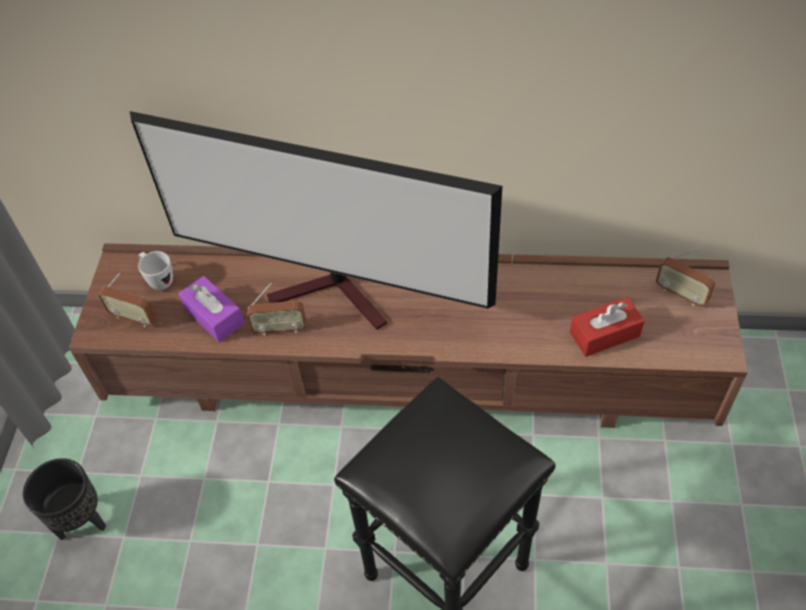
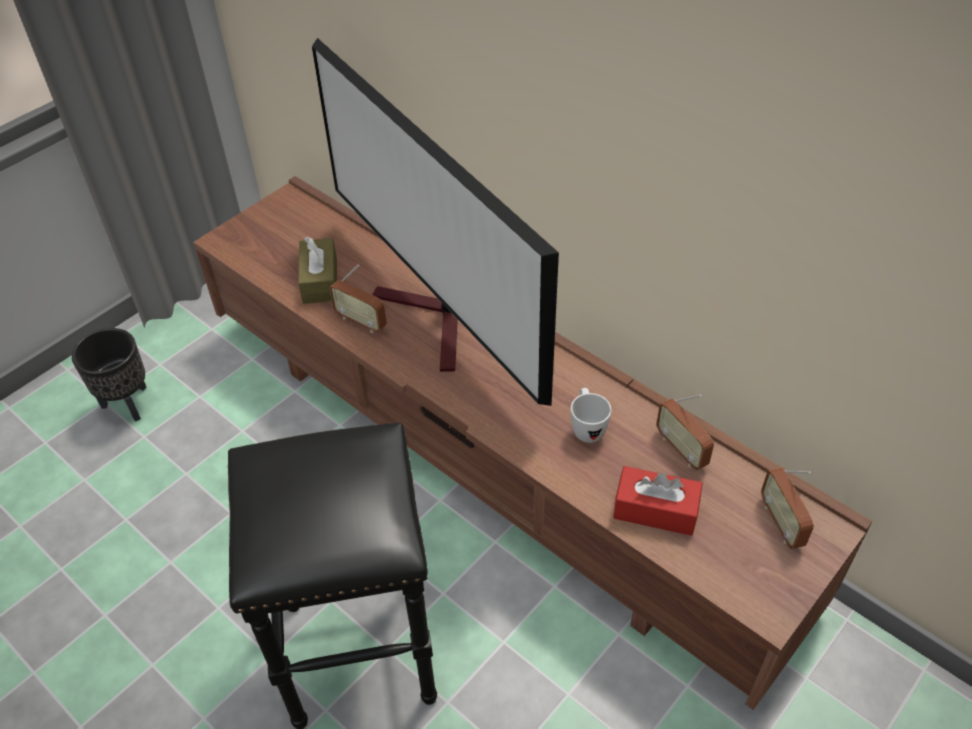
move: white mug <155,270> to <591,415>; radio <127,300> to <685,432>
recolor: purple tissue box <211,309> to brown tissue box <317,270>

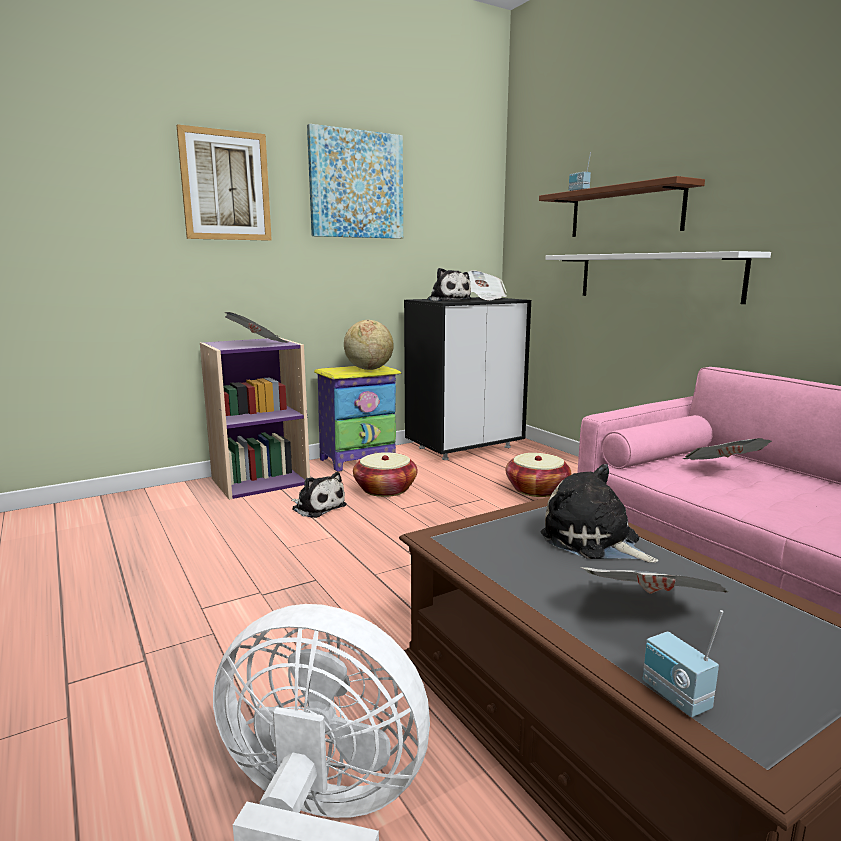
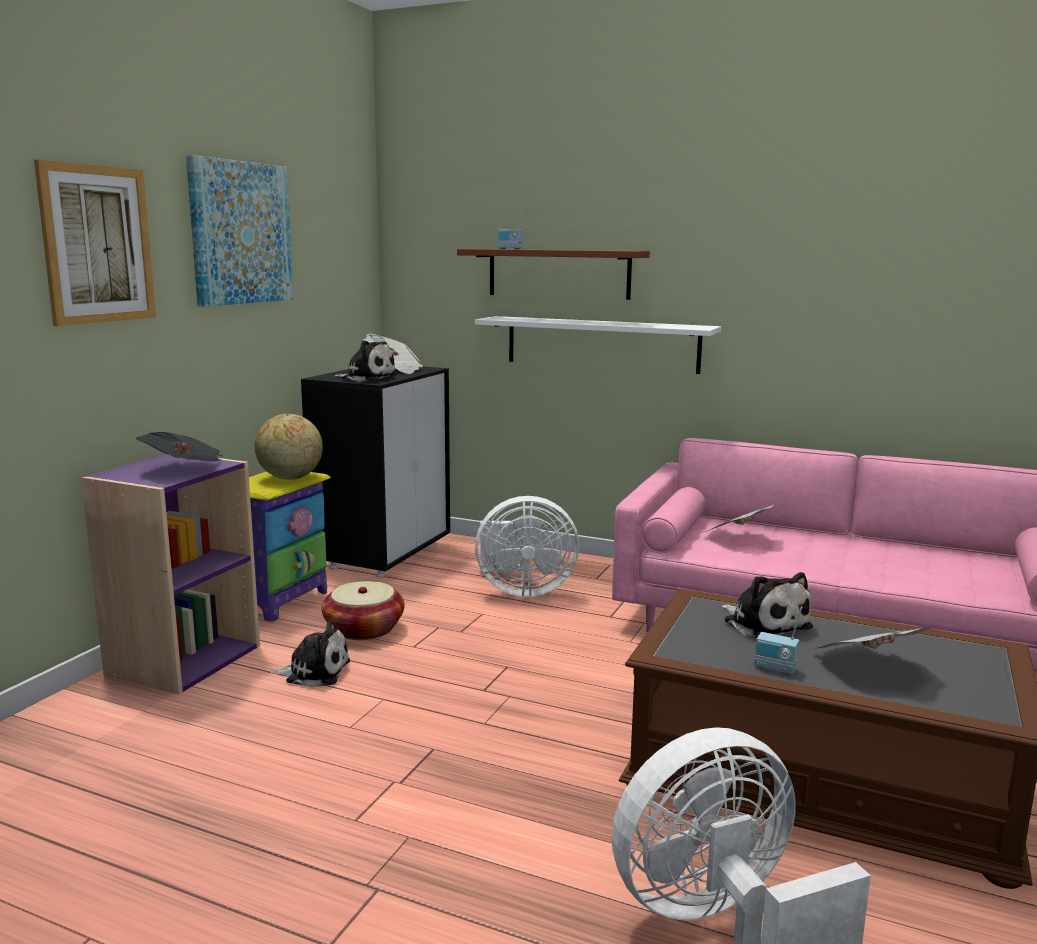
move: radio <683,663> to <778,641>
replace: basket <538,475> to white fan <527,546>
rotate: plush toy <599,513> = <767,605> 135 degrees counterclockwise

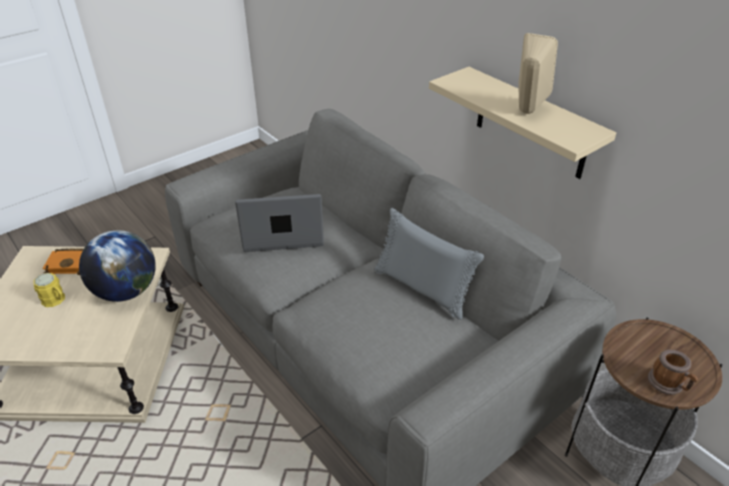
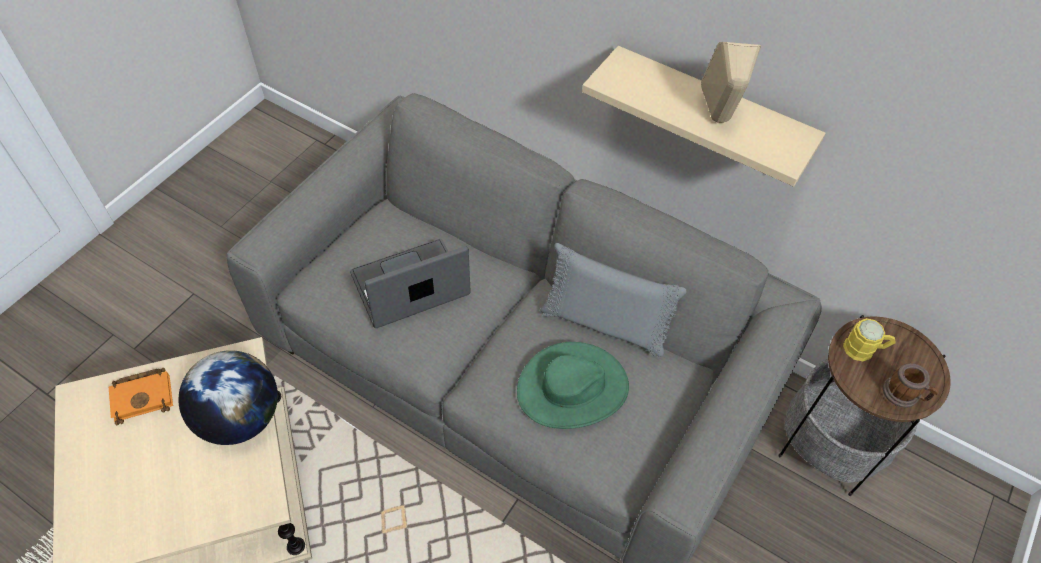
insert: green hat <573,385>
move: yellow mug <49,290> to <869,339>

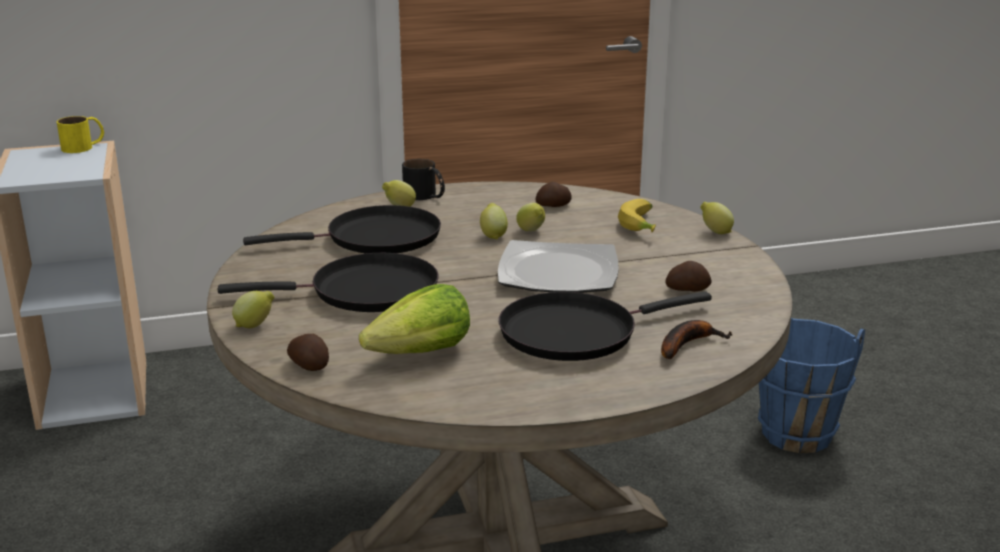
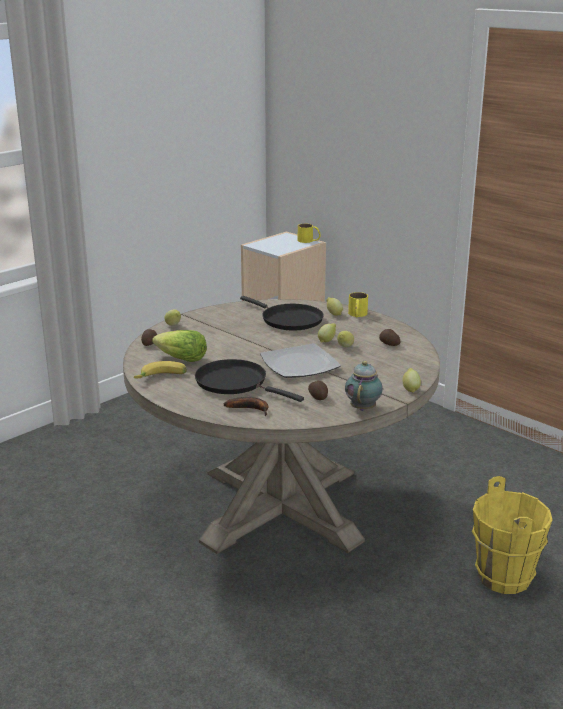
delete: black frying pan <328,282>
insert: teapot <364,386>
move: banana <637,215> to <160,369>
recolor: black mug <423,179> to yellow mug <358,305>; blue bucket <811,385> to yellow bucket <512,535>

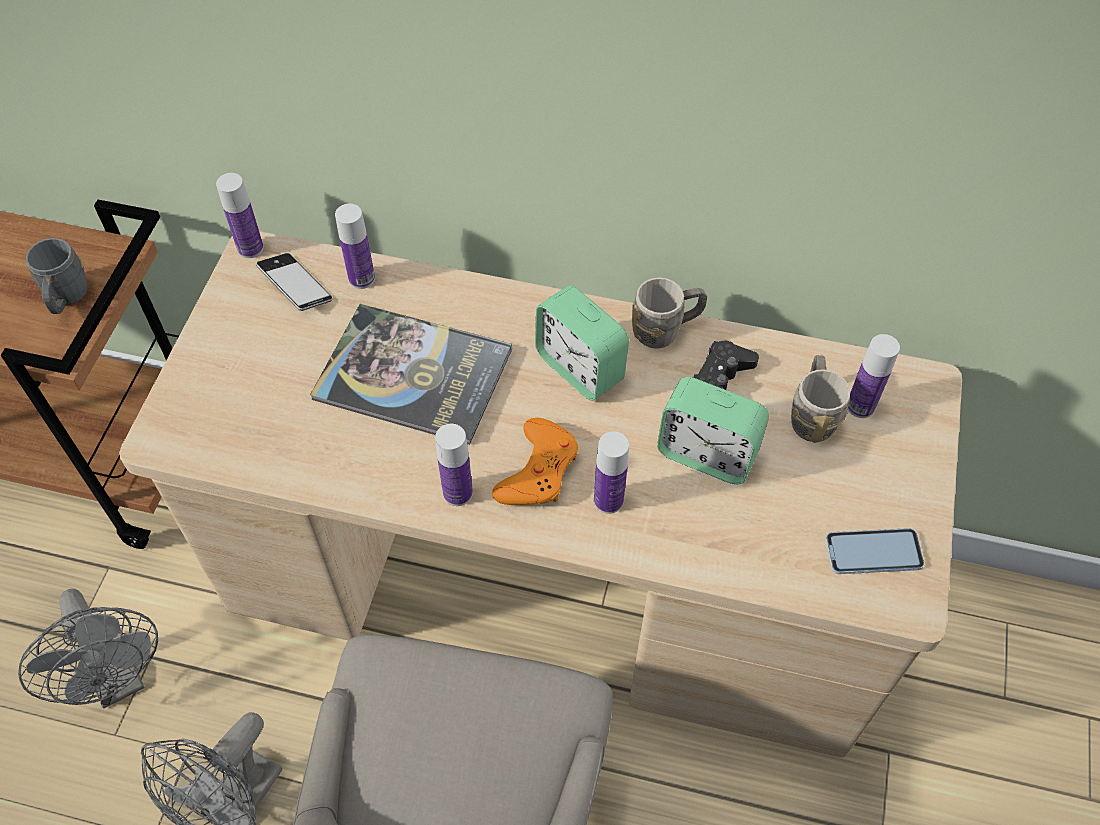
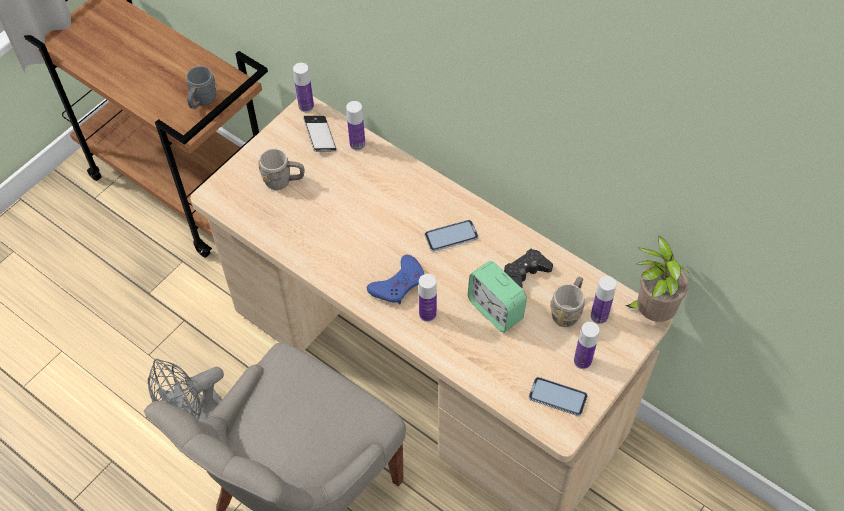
delete: book <411,374>; grey fan <88,648>
insert: potted plant <657,278>
move: grey mug <669,313> to <281,169>; bottle <454,465> to <586,345>
replace: alarm clock <582,343> to phone <451,236>
recolor: orange game controller <535,461> to blue game controller <395,279>

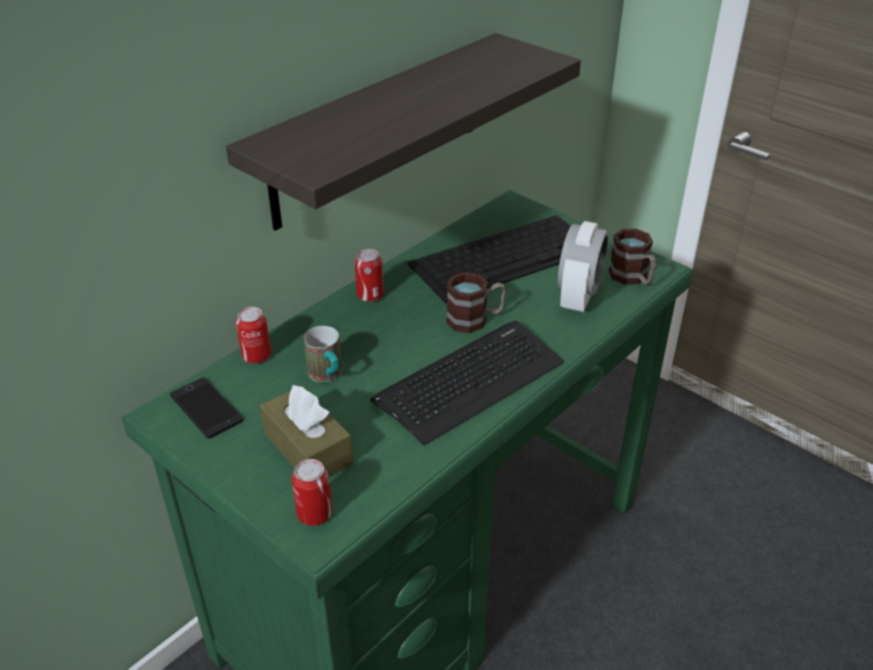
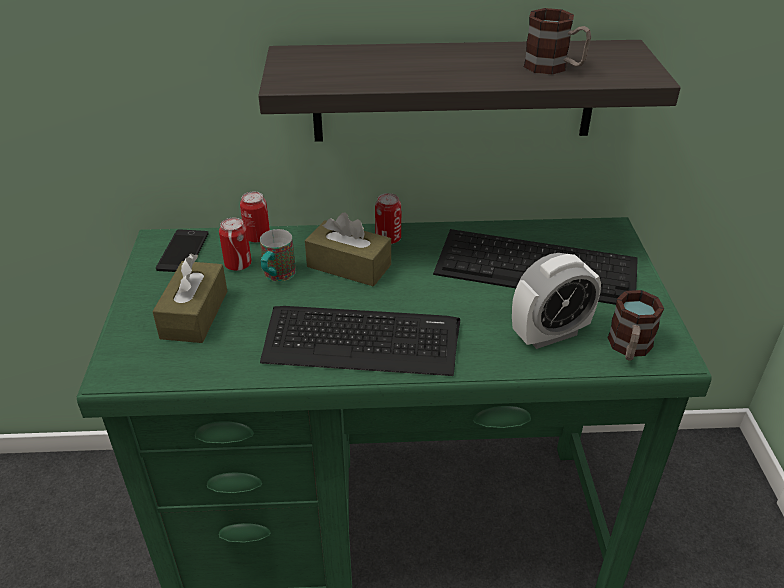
insert: brown tissue box <348,250>
move: mug <476,302> to <557,41>; can <312,492> to <235,244>

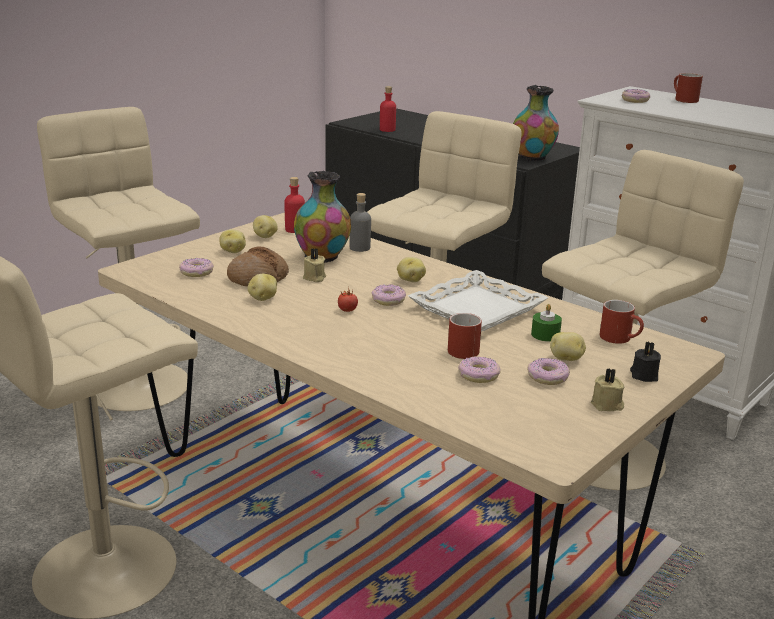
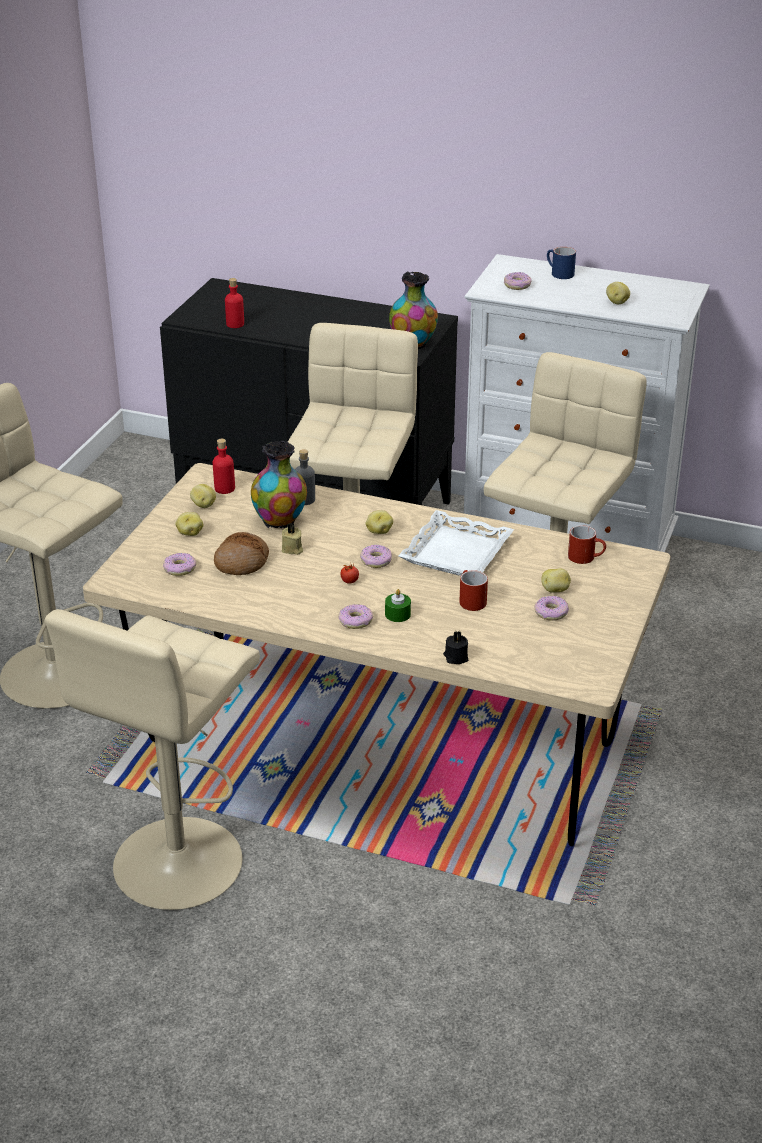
delete: beige candle <607,389>
move: potato <262,287> to <618,293>; green candle <546,323> to <398,605>; black candle <645,362> to <455,647>; donut <479,369> to <355,616>
recolor: red mug <688,88> to blue mug <561,263>

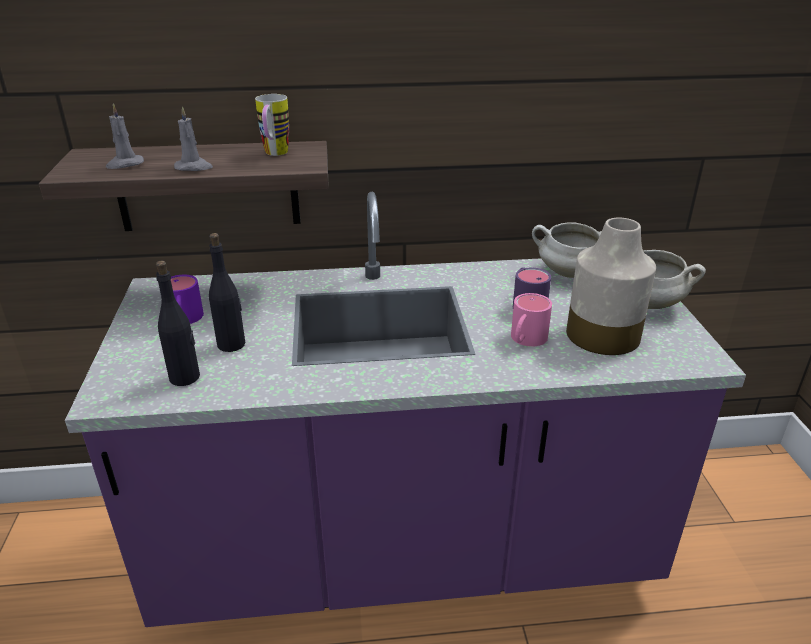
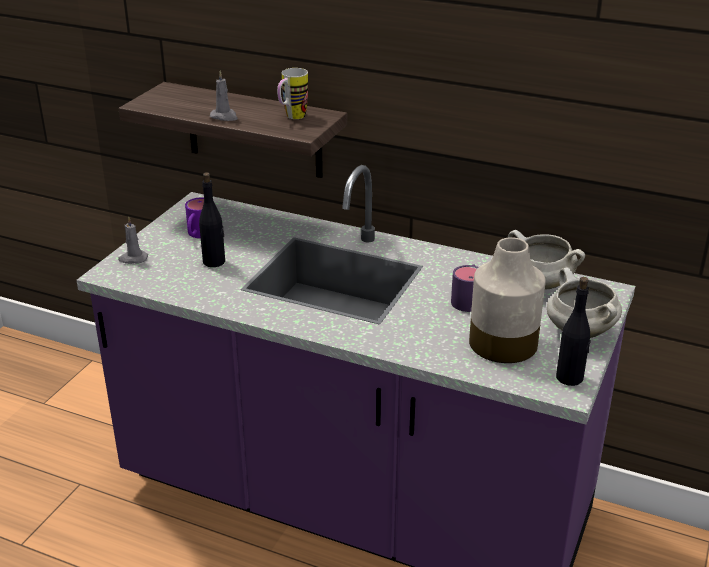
delete: pink mug <531,320>
move: grey candle <125,136> to <133,240>; black bottle <178,323> to <573,331>

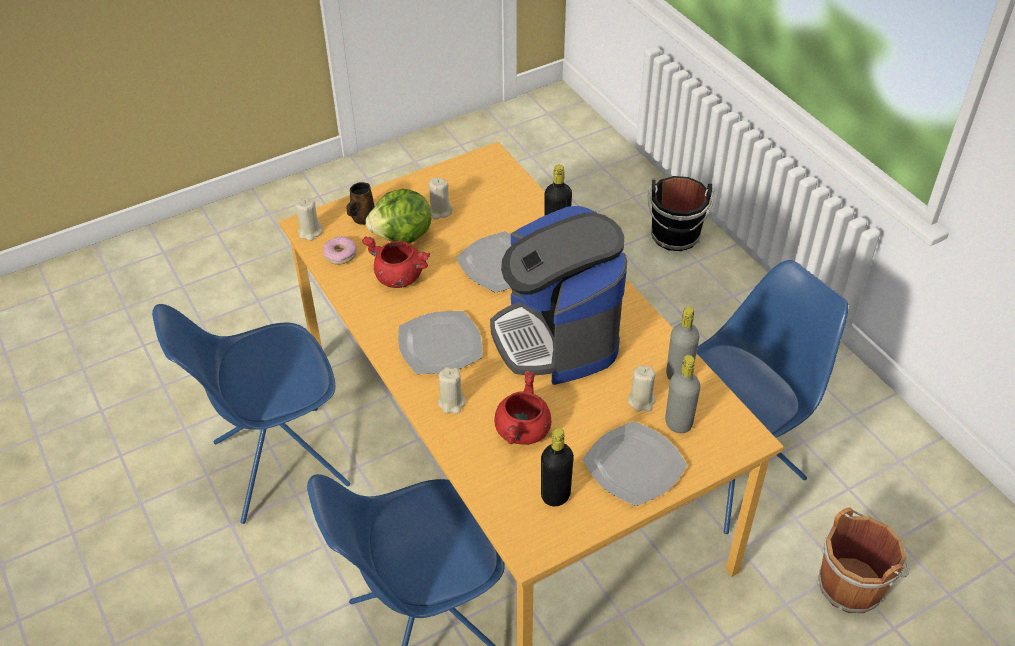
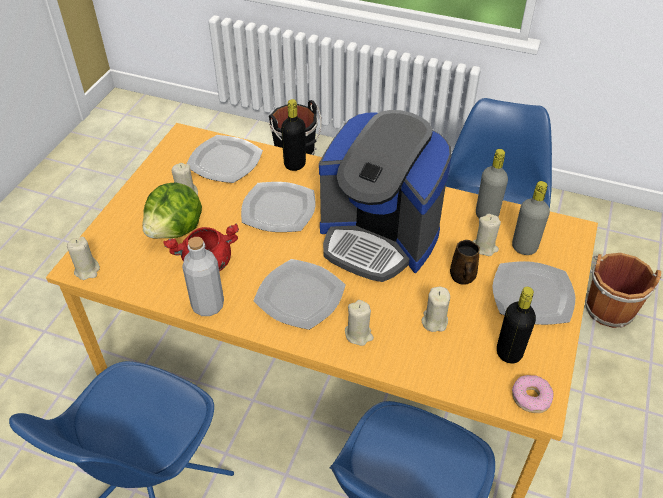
insert: plate <225,159>; grey bottle <203,276>
move: brown mug <361,203> to <465,262>; donut <340,250> to <533,394>
replace: red cooking pot <522,408> to beige candle <436,309>

